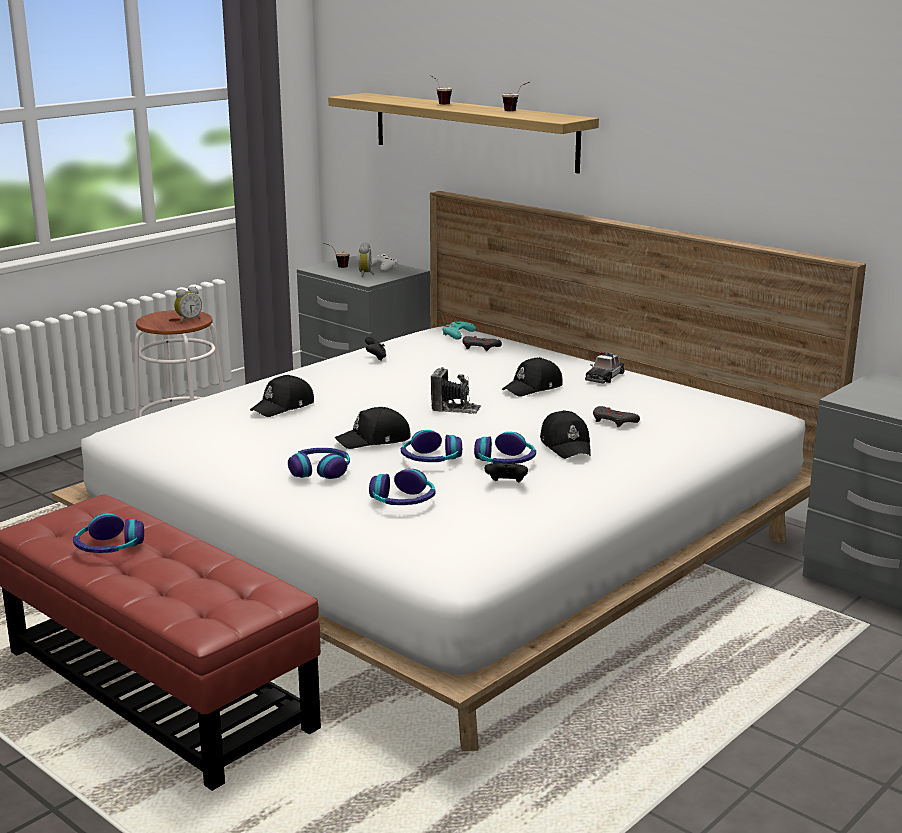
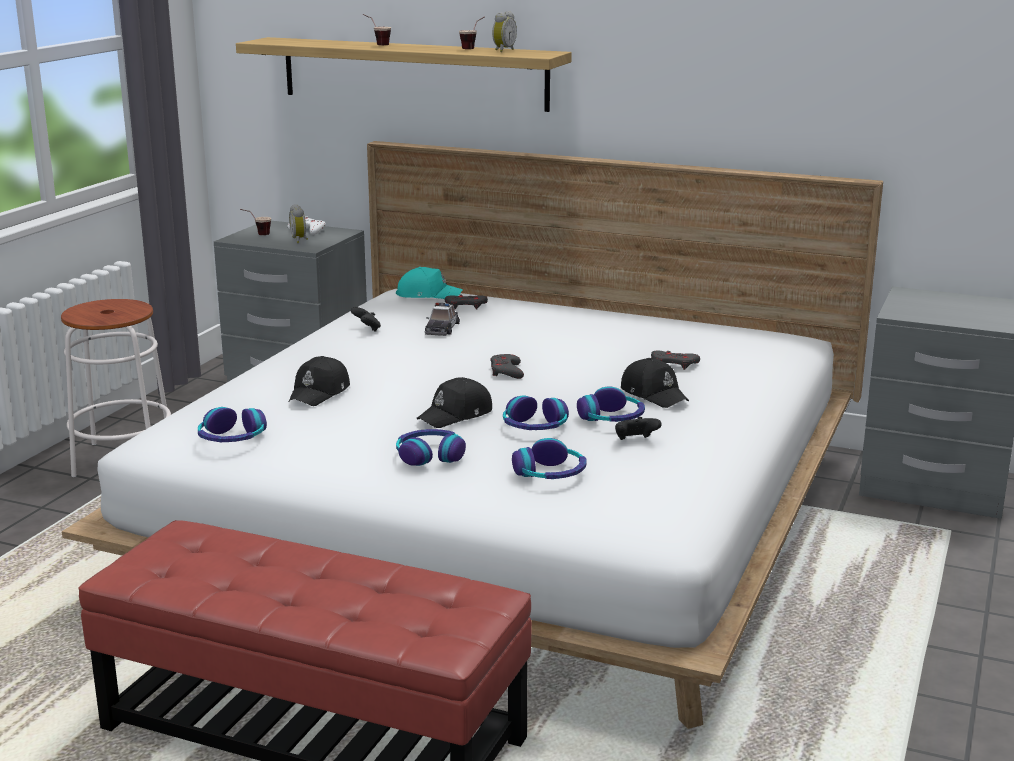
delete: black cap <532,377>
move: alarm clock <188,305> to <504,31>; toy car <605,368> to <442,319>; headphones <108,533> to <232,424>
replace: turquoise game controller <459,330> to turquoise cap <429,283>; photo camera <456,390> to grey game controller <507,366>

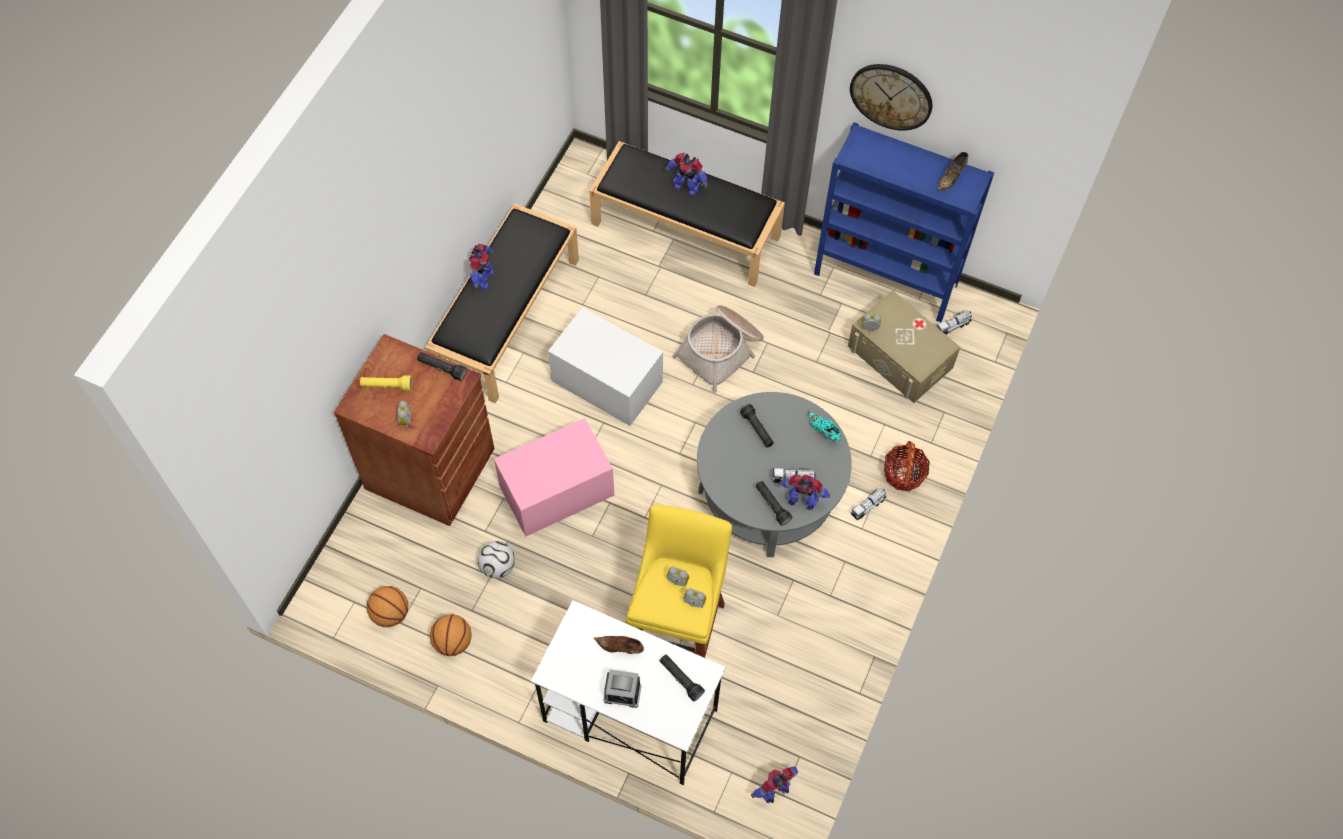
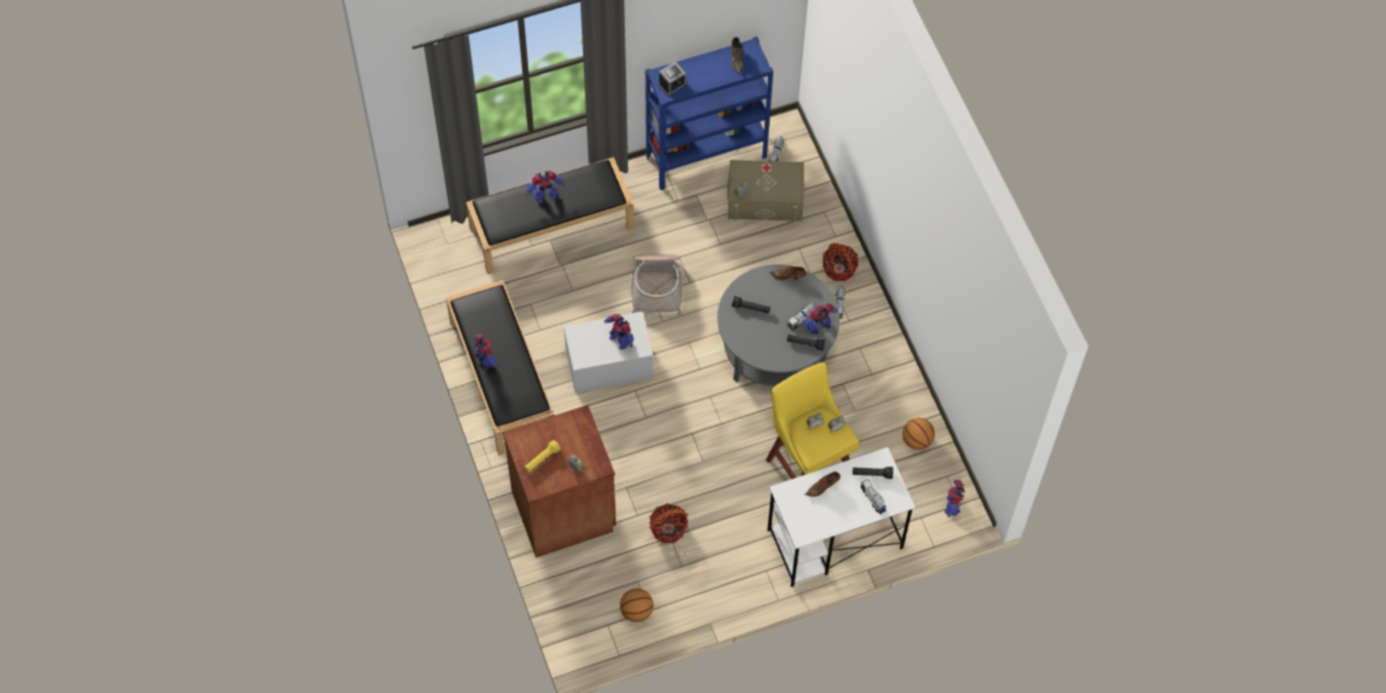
delete: wall clock <891,97>; black flashlight <442,366>; pink storage box <554,477>
insert: toy robot <619,332>; toy truck <874,496>
move: basketball <451,635> to <918,434>; alarm clock <622,688> to <672,78>
replace: football <496,559> to basket <668,523>
recolor: turquoise shoe <824,426> to brown shoe <787,273>

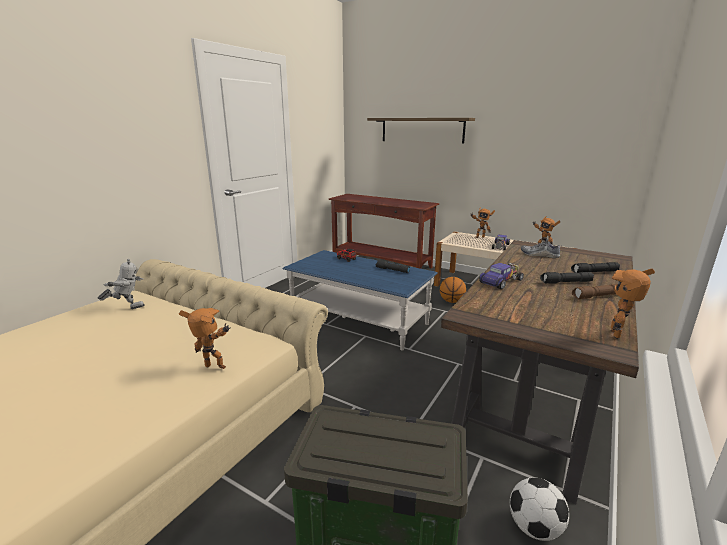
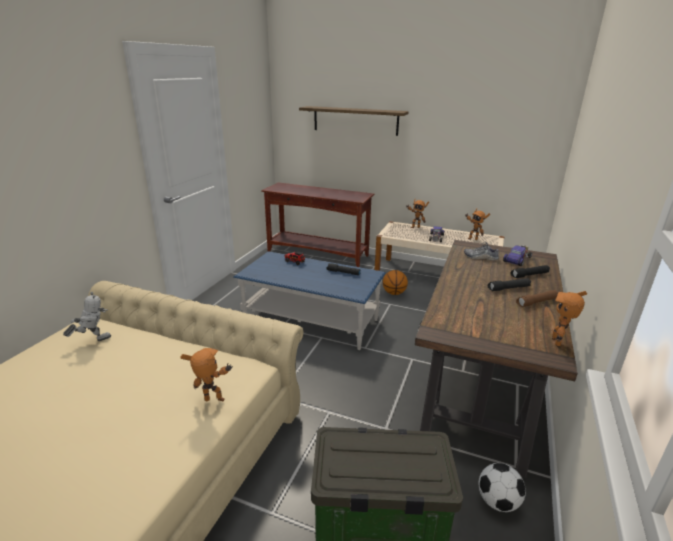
move: toy car <501,276> to <517,255>

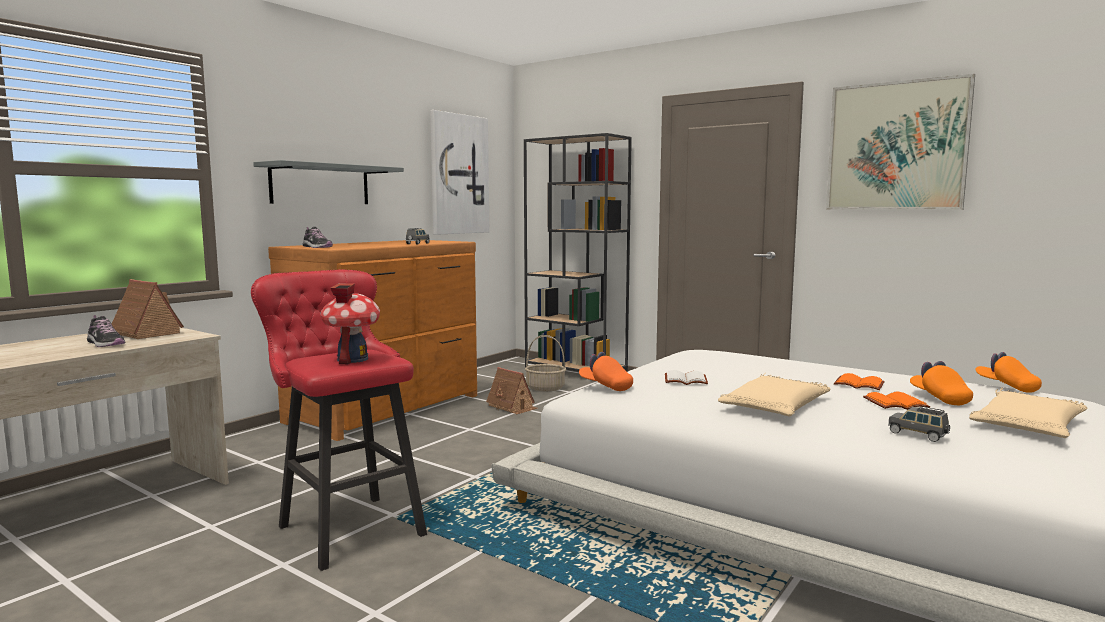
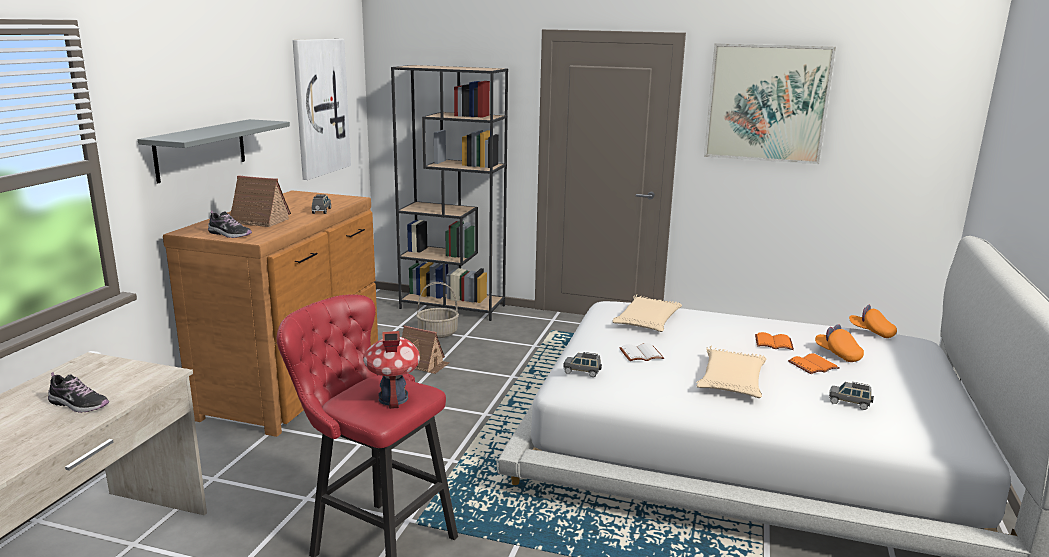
move: toy house <148,309> to <261,201>; beige pillow <1028,413> to <647,313>
replace: orange cap <606,371> to grey toy car <582,364>

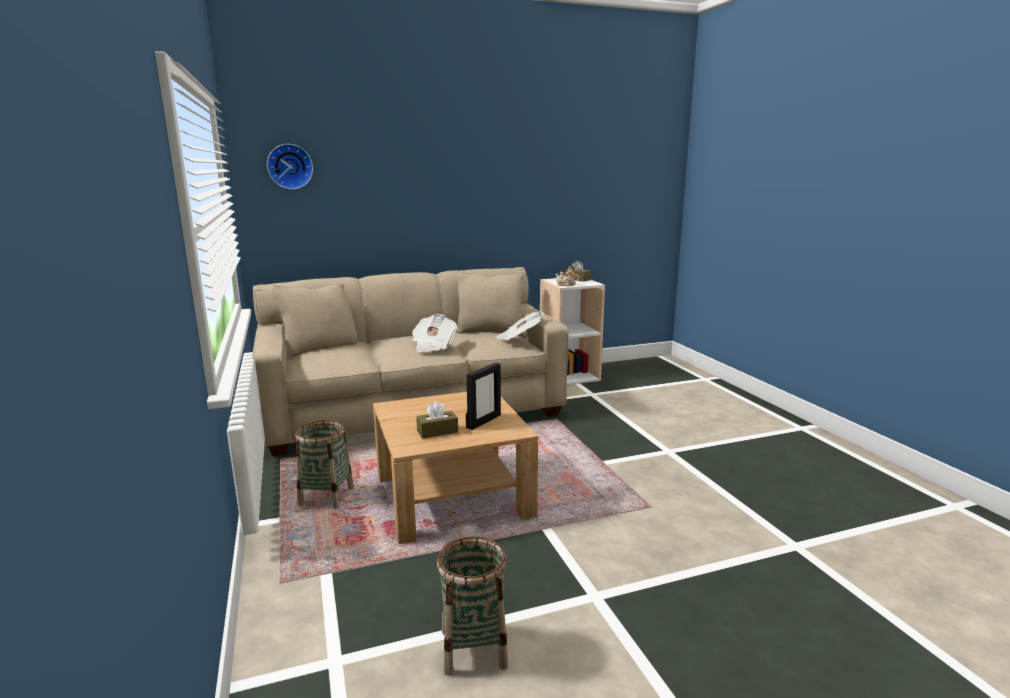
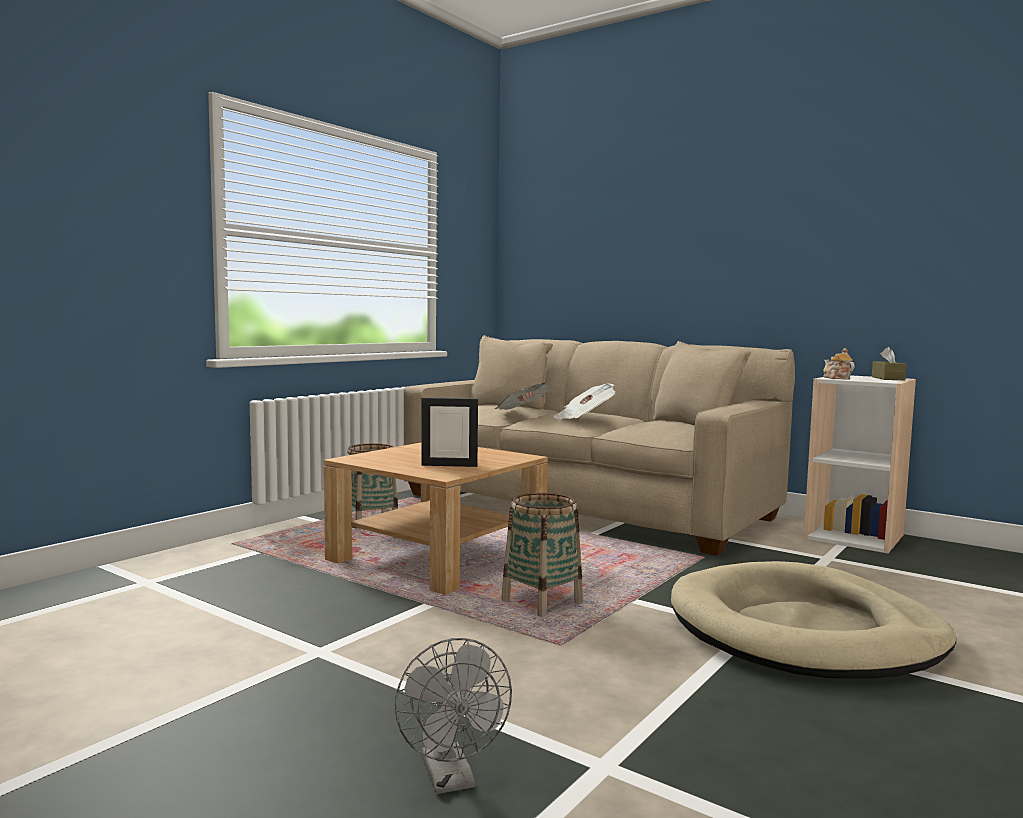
delete: wall clock <290,166>; brown tissue box <437,420>
insert: beige dog bed <813,620>; grey fan <453,716>
move: newspaper <520,326> to <523,396>; basket <472,606> to <542,555>

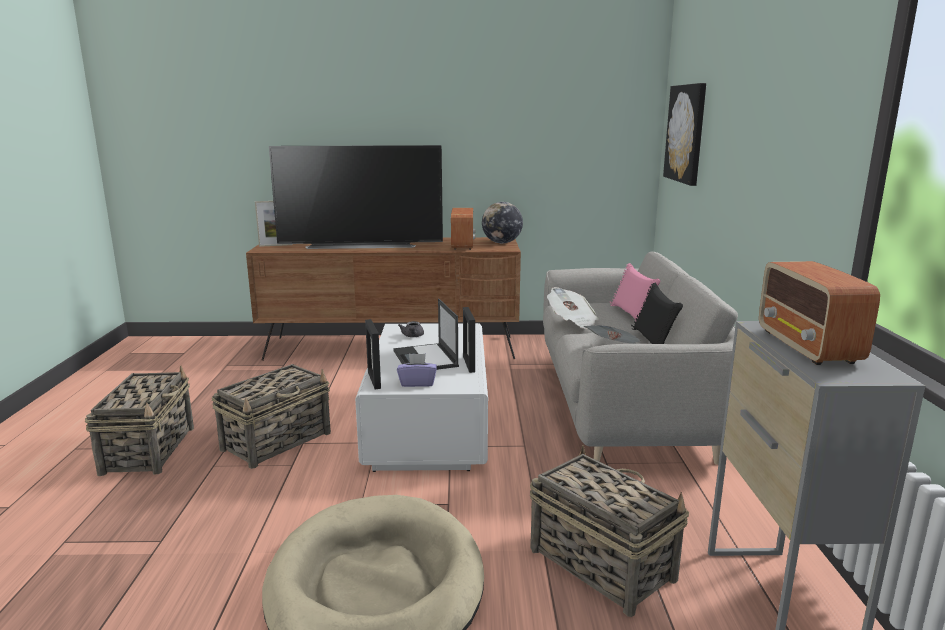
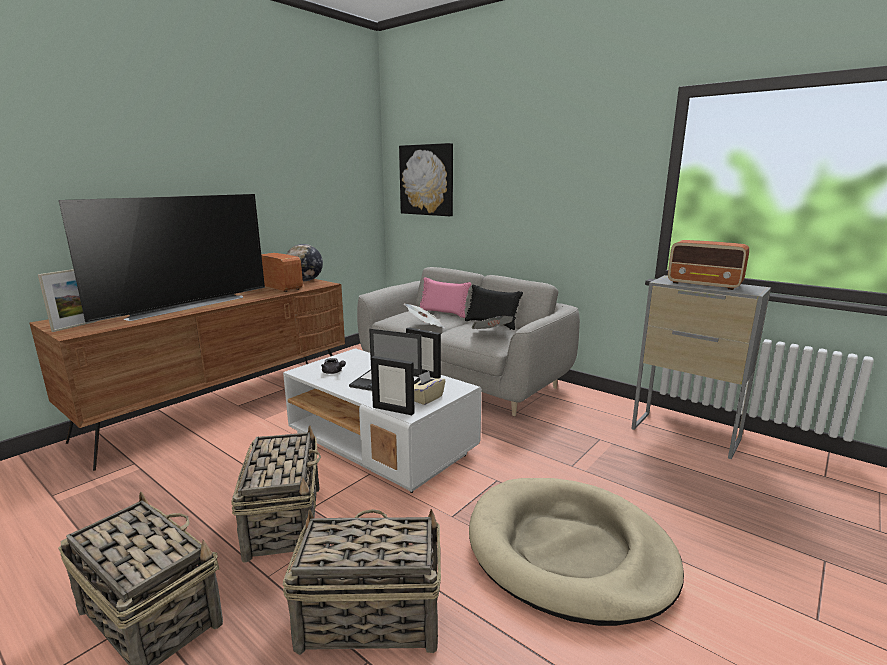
move: basket <609,531> to <361,582>
recolor: purple tissue box <417,370> to beige tissue box <429,388>

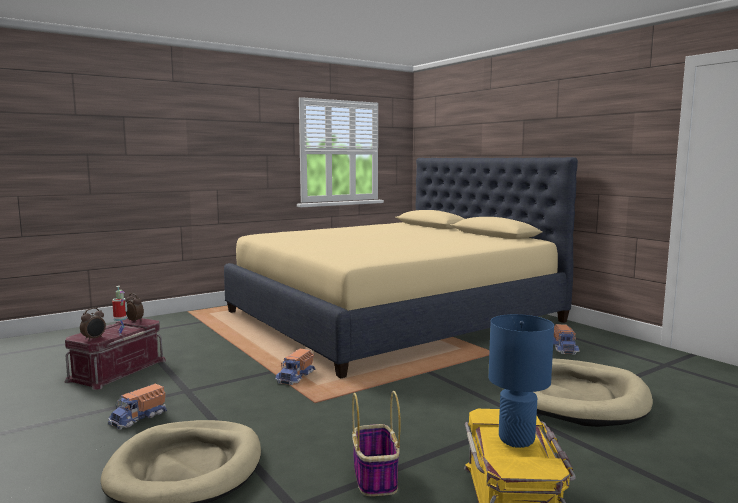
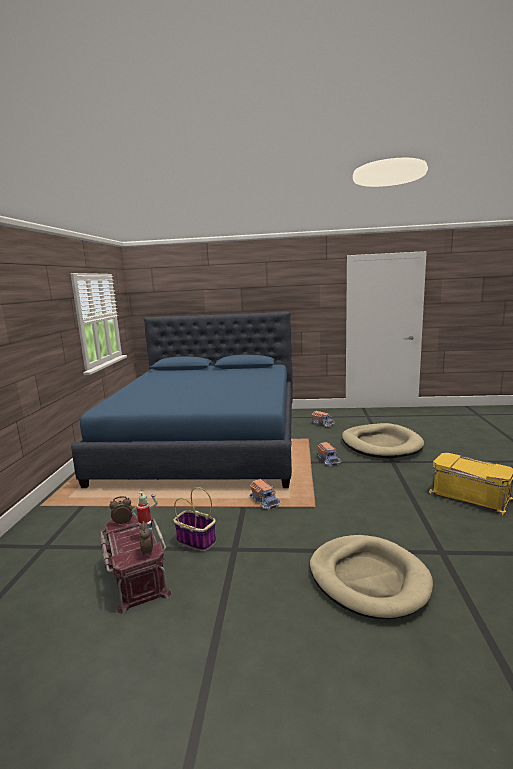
delete: blue table lamp <521,381>
move: toy truck <137,406> to <329,454>; basket <376,443> to <195,519>
recolor: beige bed <401,268> to blue bed <181,400>

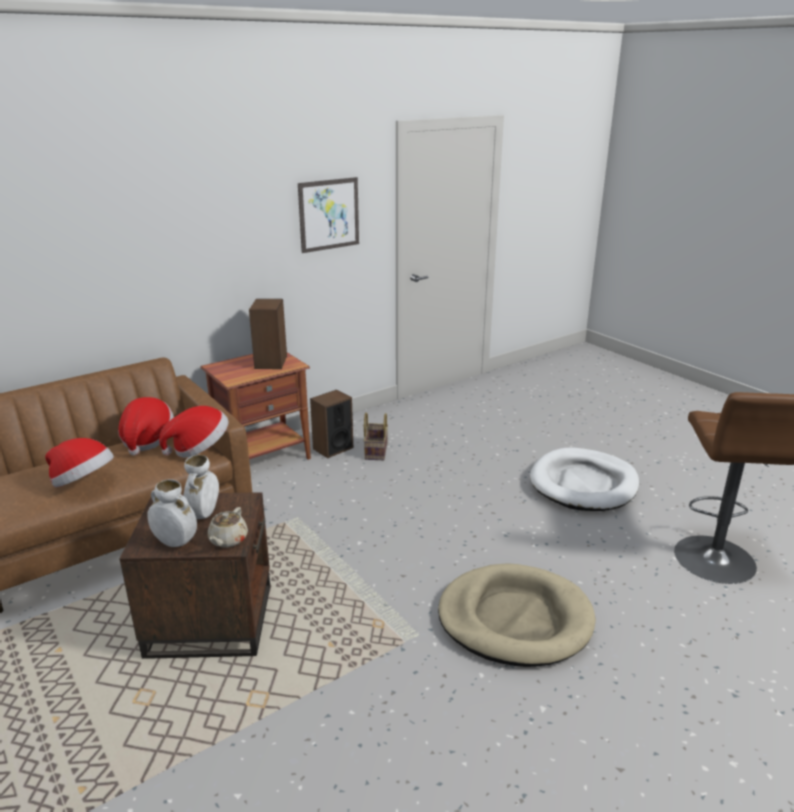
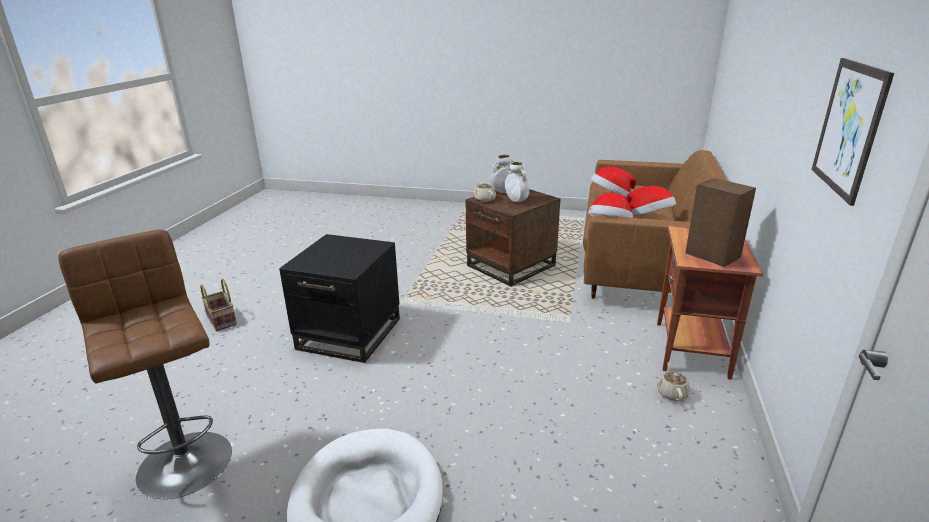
move: basket <376,436> to <218,305>
replace: speaker <331,424> to beige teapot <673,381>; beige dog bed <517,615> to black side table <339,298>

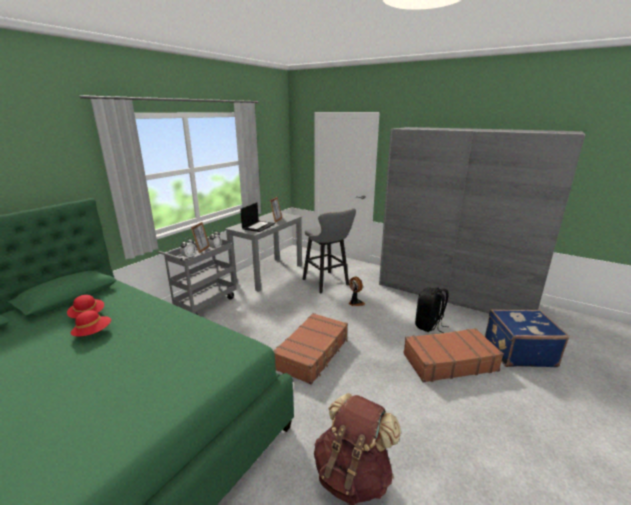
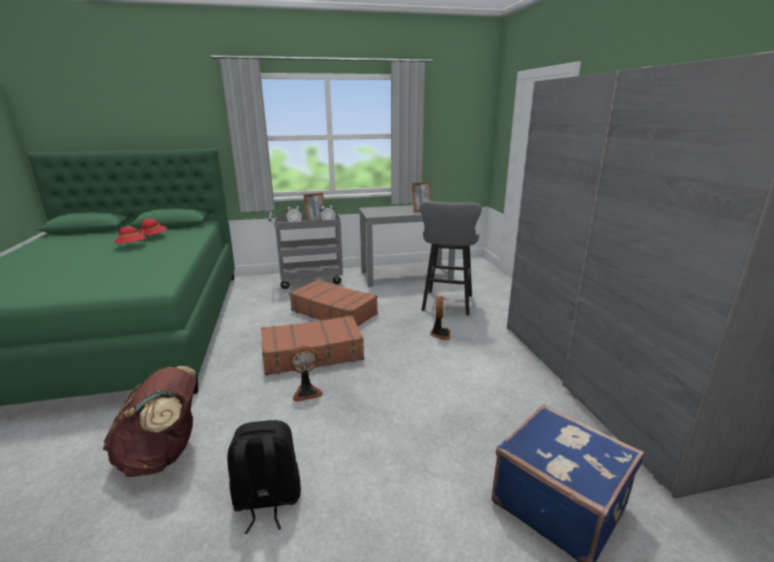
delete: laptop <257,217>
insert: fan <306,374>
move: black backpack <432,310> to <264,477>; brown suitcase <453,355> to <333,303>

